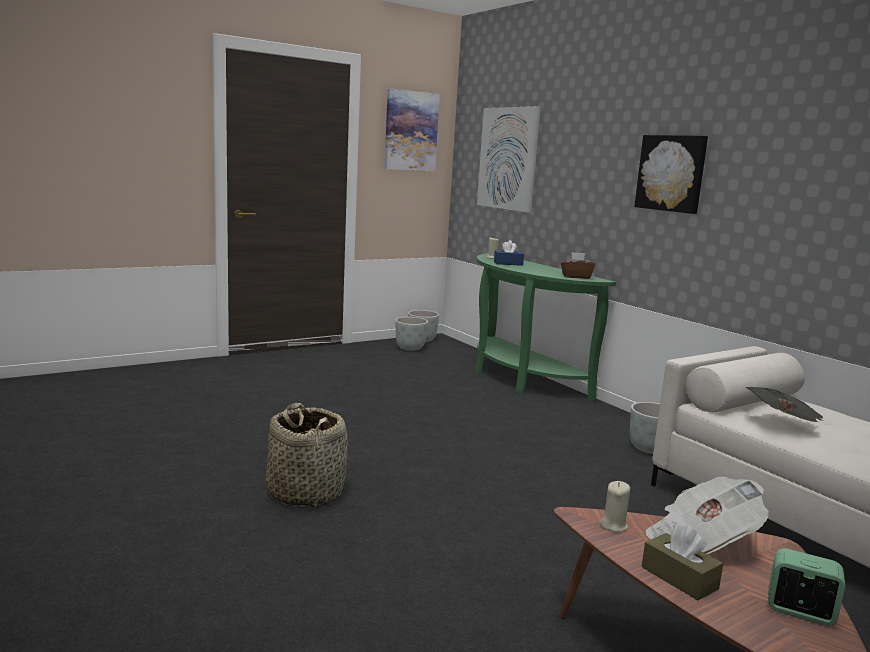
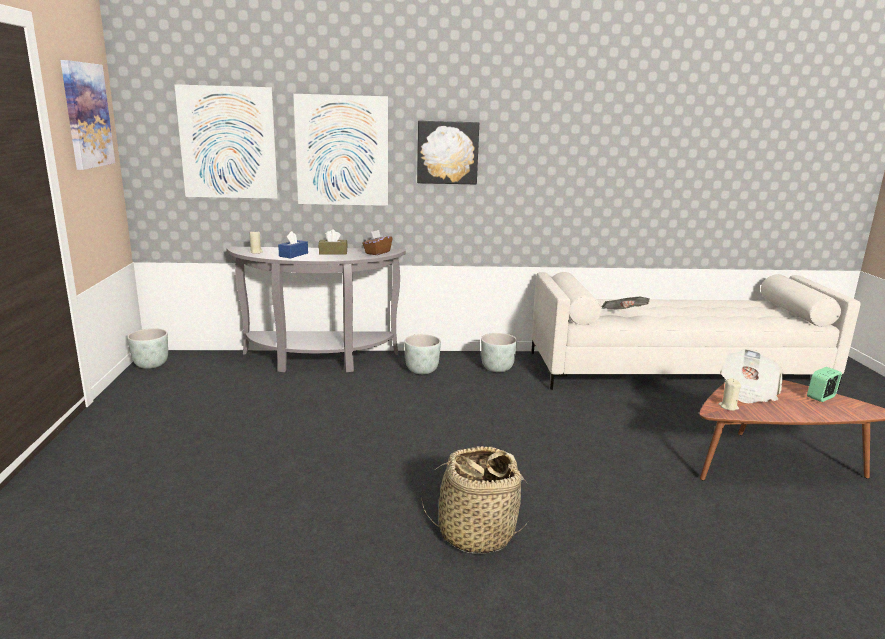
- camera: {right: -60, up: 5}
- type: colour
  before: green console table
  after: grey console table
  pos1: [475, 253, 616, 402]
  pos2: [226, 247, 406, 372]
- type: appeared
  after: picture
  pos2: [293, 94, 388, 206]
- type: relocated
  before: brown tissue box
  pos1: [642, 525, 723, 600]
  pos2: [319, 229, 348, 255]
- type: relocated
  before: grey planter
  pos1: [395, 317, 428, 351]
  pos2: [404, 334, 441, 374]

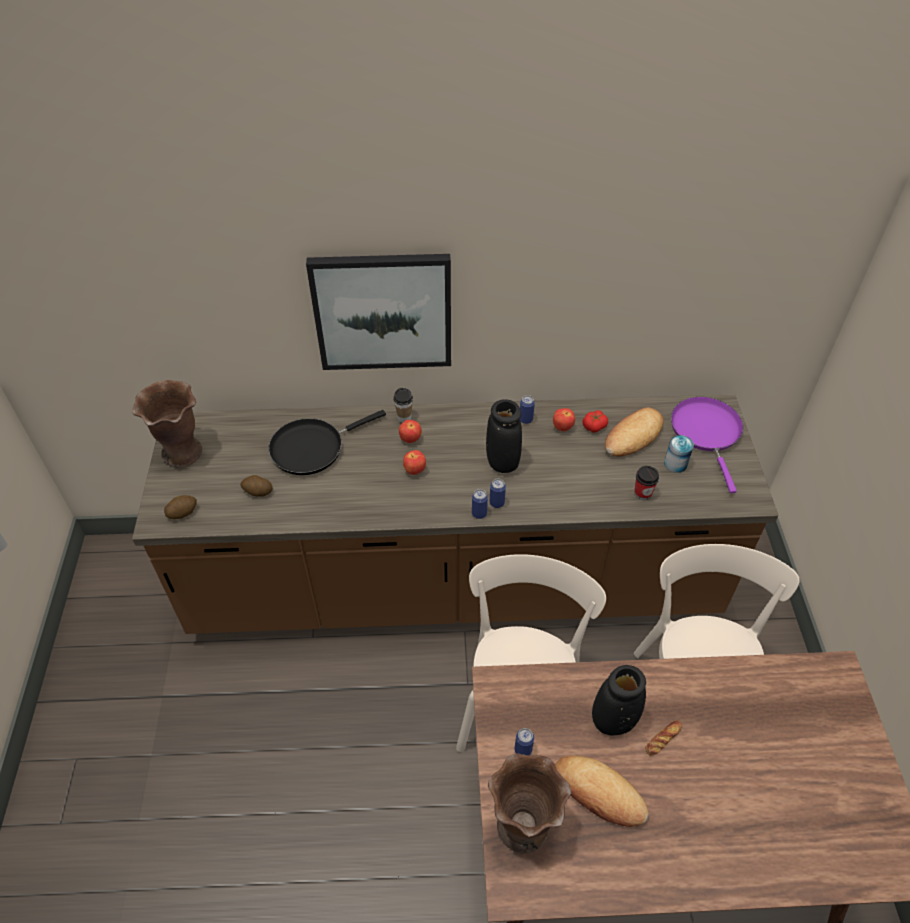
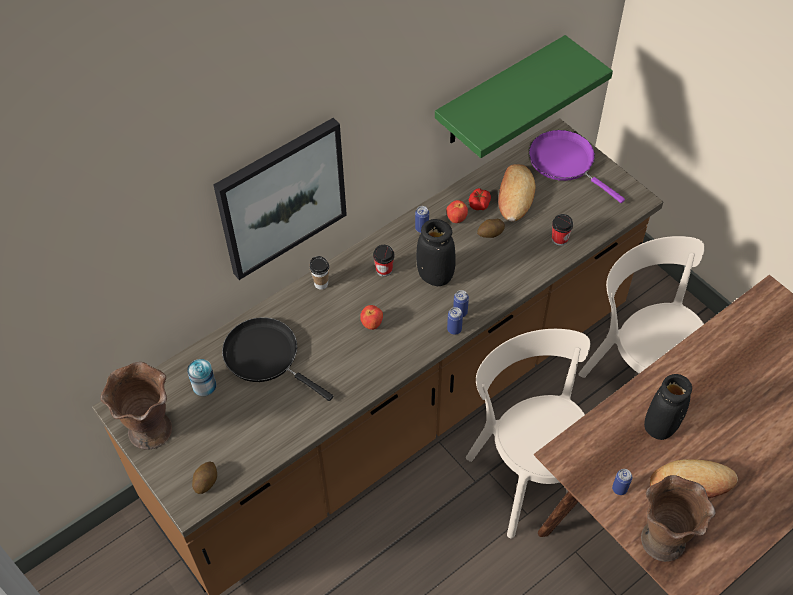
- camera: {right: -35, up: 5}
- type: relocated
  before: can
  pos1: [664, 435, 694, 473]
  pos2: [187, 359, 216, 396]
- type: spun
  before: black frying pan
  pos1: [268, 410, 386, 475]
  pos2: [222, 317, 333, 401]
  turn: 105
- type: appeared
  after: cup
  pos2: [373, 245, 395, 277]
- type: appeared
  after: green shelf
  pos2: [435, 35, 613, 158]
- type: relocated
  before: potato
  pos1: [240, 475, 273, 497]
  pos2: [477, 219, 505, 238]
- type: missing
  before: apple
  pos1: [399, 420, 422, 443]
- type: missing
  before: bread
  pos1: [645, 720, 682, 756]

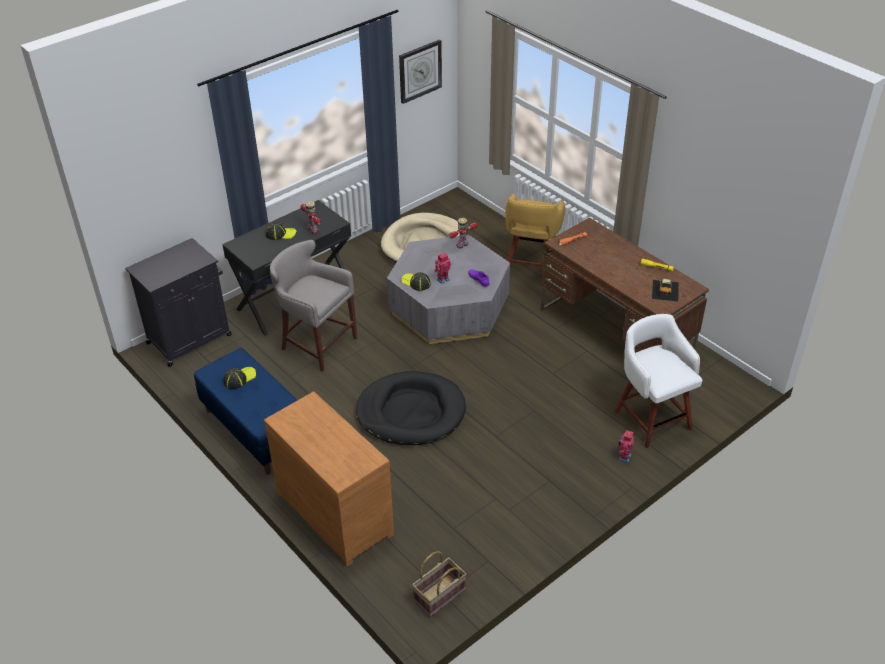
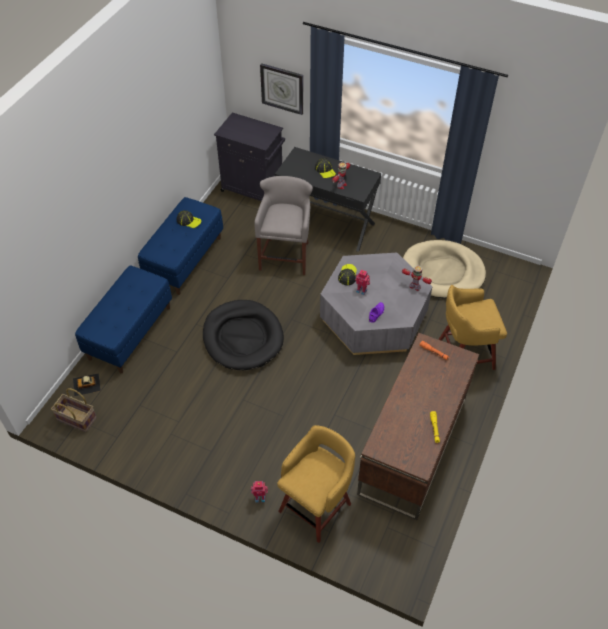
- camera: {right: 65, up: 10}
- type: relocated
  before: toy car
  pos1: [652, 279, 679, 301]
  pos2: [73, 373, 101, 396]
- type: exchanged
  before: brown dresser
  after: blue bench
  pos1: [263, 391, 394, 567]
  pos2: [75, 265, 172, 373]
- type: relocated
  before: wall clock
  pos1: [399, 40, 442, 104]
  pos2: [260, 63, 303, 115]
- type: colour
  before: white stool
  after: yellow stool
  pos1: [614, 314, 703, 448]
  pos2: [277, 425, 355, 543]

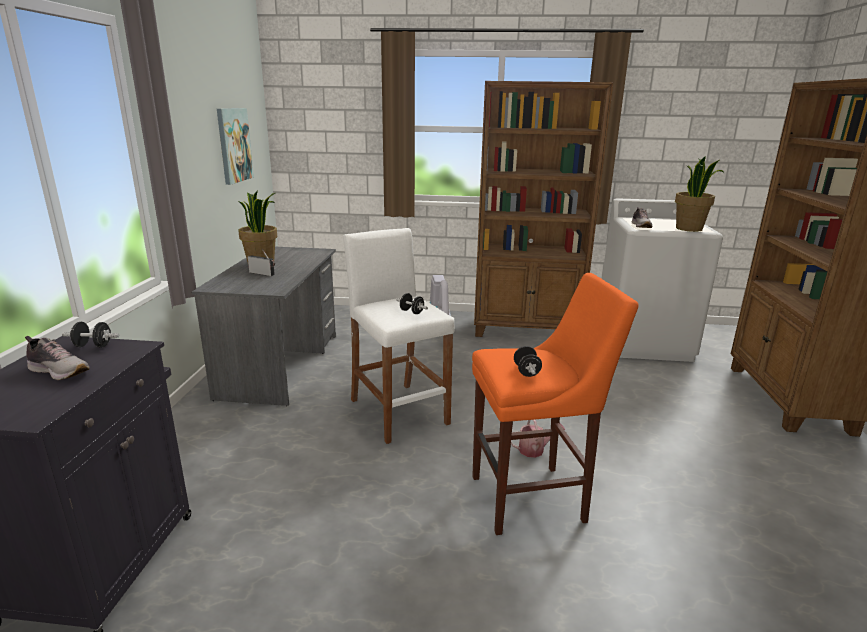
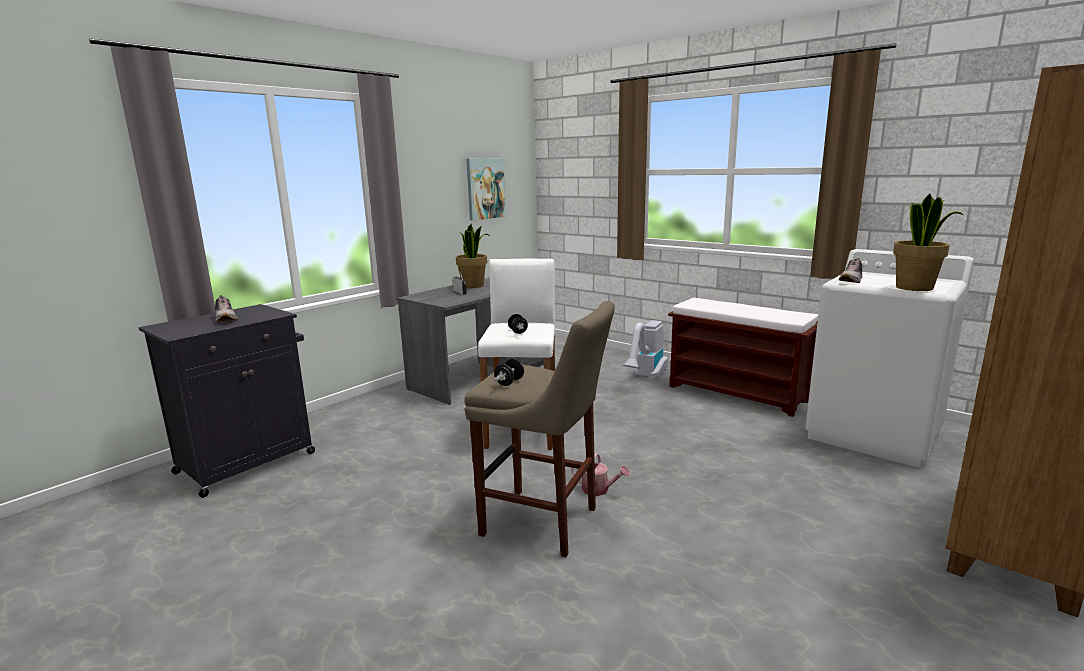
- camera: {right: 35, up: -5}
- type: colour
  before: orange stool
  after: beige stool
  pos1: [472, 273, 638, 535]
  pos2: [464, 301, 615, 557]
- type: exchanged
  before: brown bookcase
  after: brown bench
  pos1: [474, 81, 613, 337]
  pos2: [668, 298, 818, 417]
- type: missing
  before: black dumbbell
  pos1: [62, 322, 119, 348]

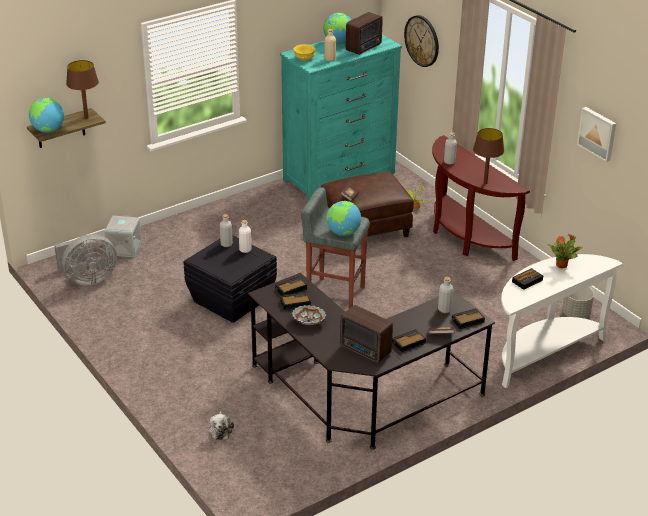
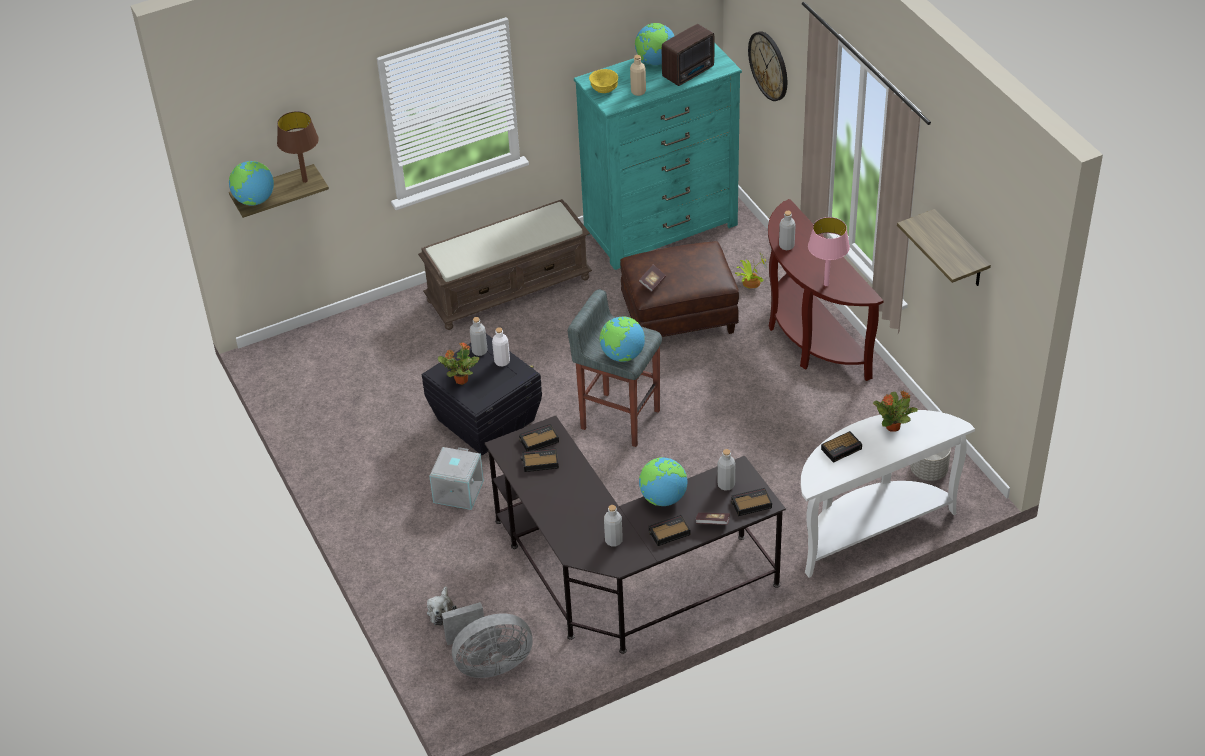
- camera: {right: 10, up: 10}
- type: appeared
  after: brown bench
  pos2: [418, 199, 592, 330]
- type: relocated
  before: grey storage box
  pos1: [104, 215, 142, 257]
  pos2: [429, 447, 484, 510]
- type: appeared
  after: potted plant
  pos2: [438, 342, 479, 385]
- type: relocated
  before: grey fan
  pos1: [54, 234, 117, 285]
  pos2: [442, 602, 533, 678]
- type: exchanged
  before: radio
  after: grey bottle
  pos1: [340, 305, 393, 363]
  pos2: [604, 505, 623, 546]
- type: appeared
  after: globe
  pos2: [639, 457, 687, 506]
- type: colour
  before: brown table lamp
  after: pink table lamp
  pos1: [473, 128, 504, 184]
  pos2: [808, 217, 850, 286]
- type: exchanged
  before: picture
  after: shelf
  pos1: [577, 107, 616, 162]
  pos2: [897, 209, 991, 286]
- type: missing
  before: bowl
  pos1: [291, 305, 327, 325]

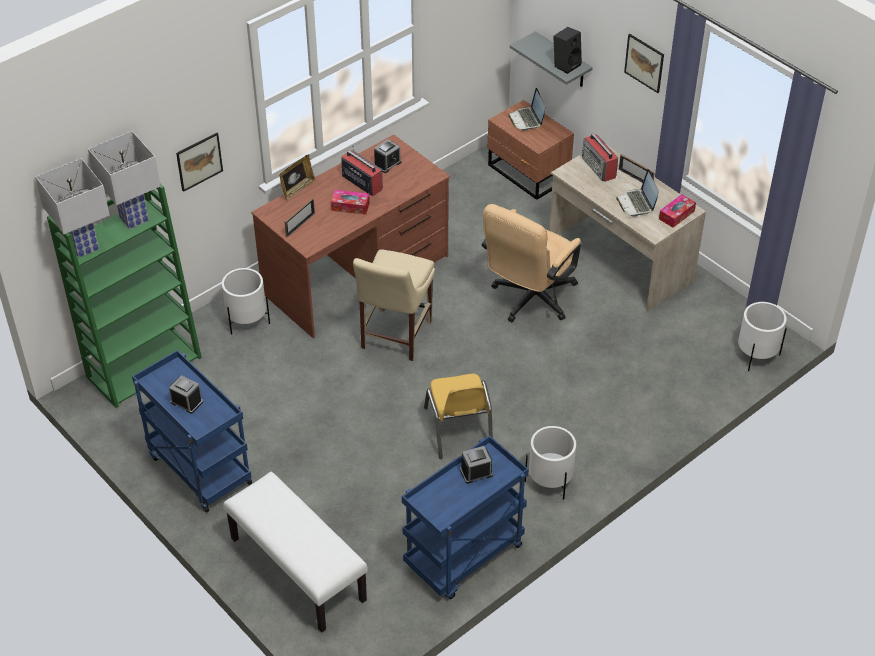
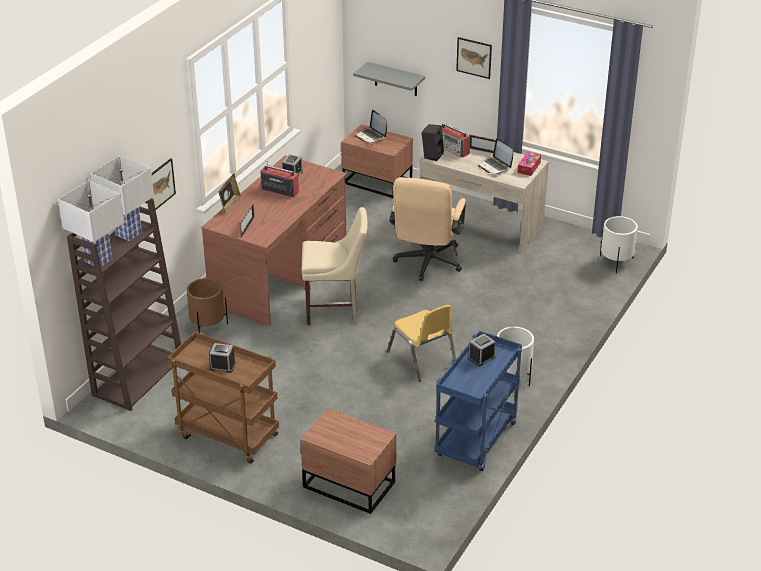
- camera: {right: -20, up: -10}
- type: colour
  before: green bookcase
  after: brown bookcase
  pos1: [47, 184, 202, 408]
  pos2: [67, 198, 181, 411]
- type: colour
  before: blue cart
  after: brown cart
  pos1: [132, 350, 252, 513]
  pos2: [168, 332, 279, 464]
- type: colour
  before: white planter
  after: brown planter
  pos1: [222, 268, 270, 335]
  pos2: [187, 278, 228, 333]
- type: spun
  before: beige chair
  pos1: [353, 249, 435, 361]
  pos2: [301, 207, 368, 325]
  turn: -90
- type: exchanged
  before: white bench
  after: brown nightstand
  pos1: [223, 472, 368, 632]
  pos2: [301, 408, 397, 514]
- type: relocated
  before: black speaker
  pos1: [553, 27, 582, 74]
  pos2: [421, 124, 444, 161]
- type: missing
  before: tissue box
  pos1: [331, 190, 370, 215]

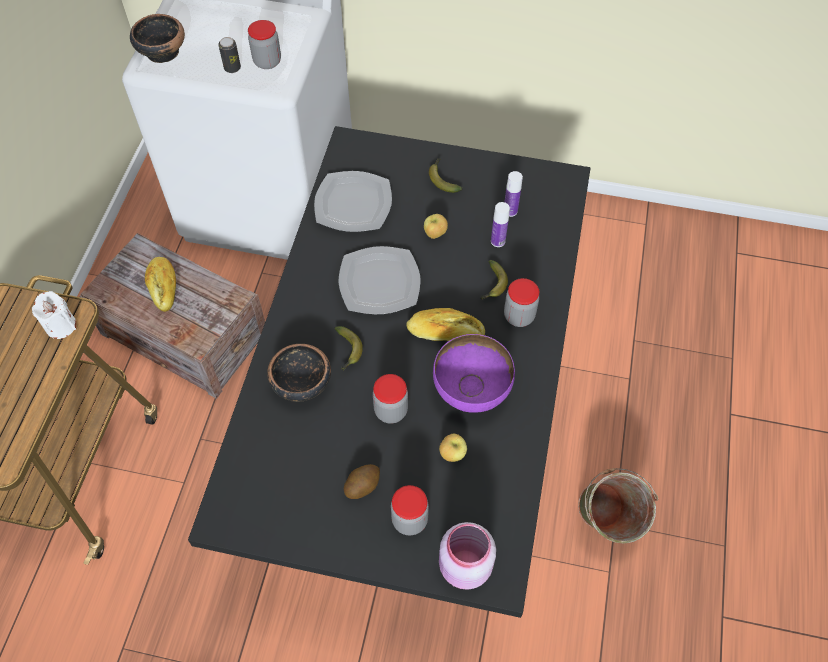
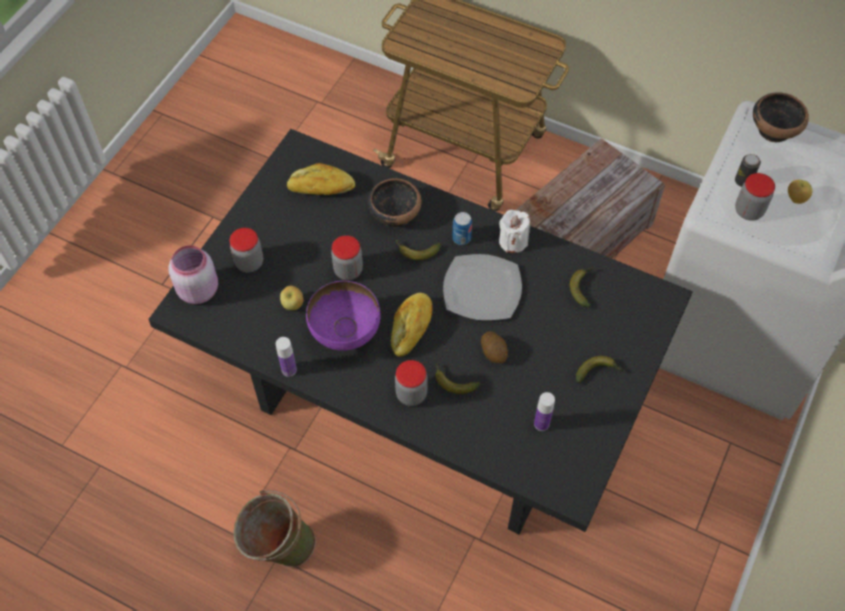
- camera: {right: 105, up: 0}
- type: relocated
  before: bottle
  pos1: [491, 202, 510, 247]
  pos2: [276, 337, 297, 377]
- type: relocated
  before: bread
  pos1: [145, 257, 176, 312]
  pos2: [287, 163, 355, 195]
- type: appeared
  after: can
  pos2: [452, 212, 472, 245]
- type: relocated
  before: potato
  pos1: [344, 464, 380, 499]
  pos2: [481, 331, 508, 363]
- type: relocated
  before: white candle
  pos1: [32, 291, 76, 339]
  pos2: [499, 210, 530, 253]
- type: exchanged
  before: plate
  after: banana
  pos1: [314, 171, 392, 232]
  pos2: [570, 267, 594, 308]
- type: relocated
  before: apple
  pos1: [424, 214, 448, 239]
  pos2: [788, 180, 813, 204]

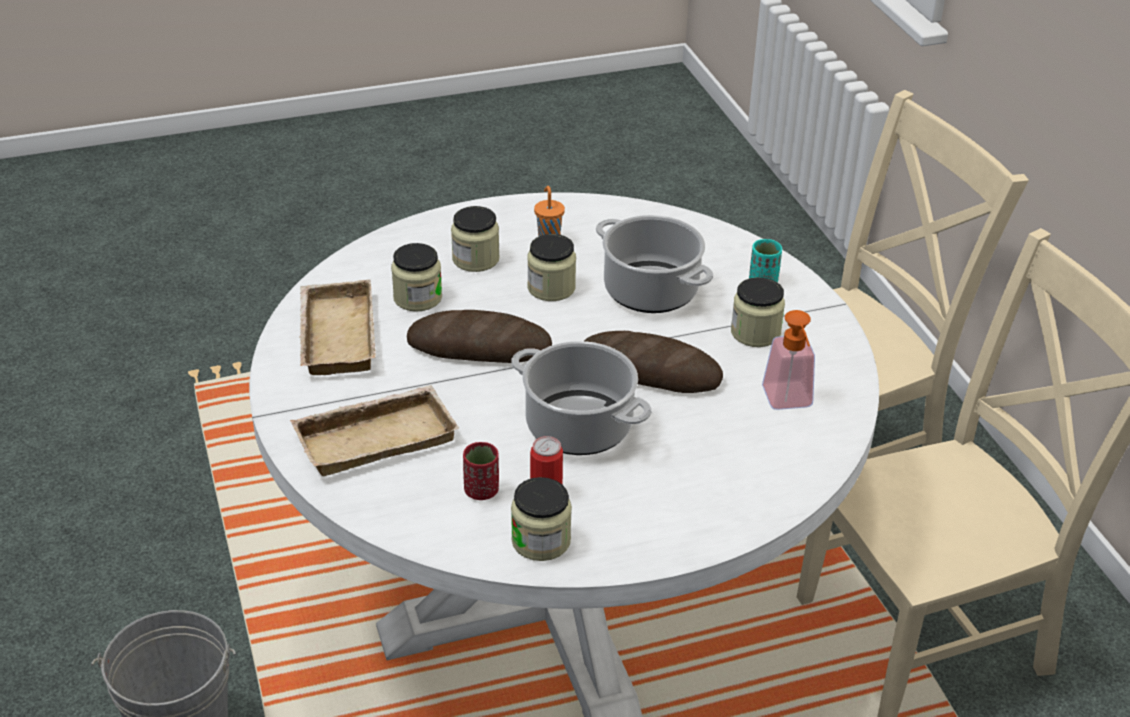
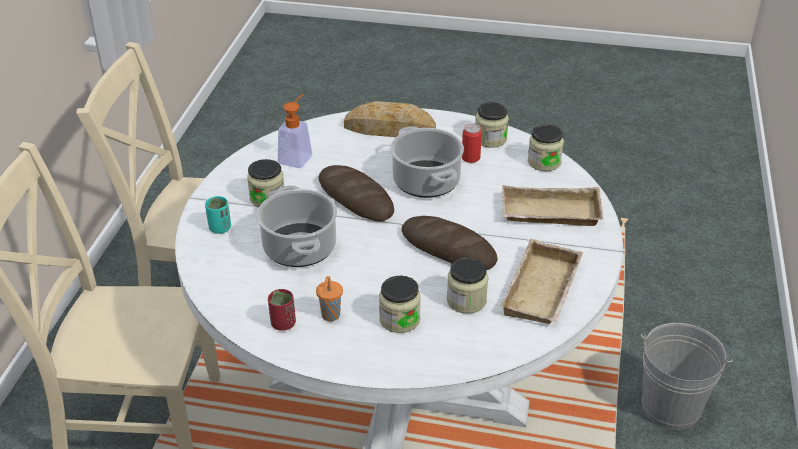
- camera: {right: -150, up: 0}
- type: relocated
  before: red cup
  pos1: [463, 442, 499, 500]
  pos2: [268, 289, 296, 331]
- type: appeared
  after: bread
  pos2: [344, 101, 436, 137]
- type: relocated
  before: jar
  pos1: [527, 234, 576, 301]
  pos2: [528, 124, 564, 171]

